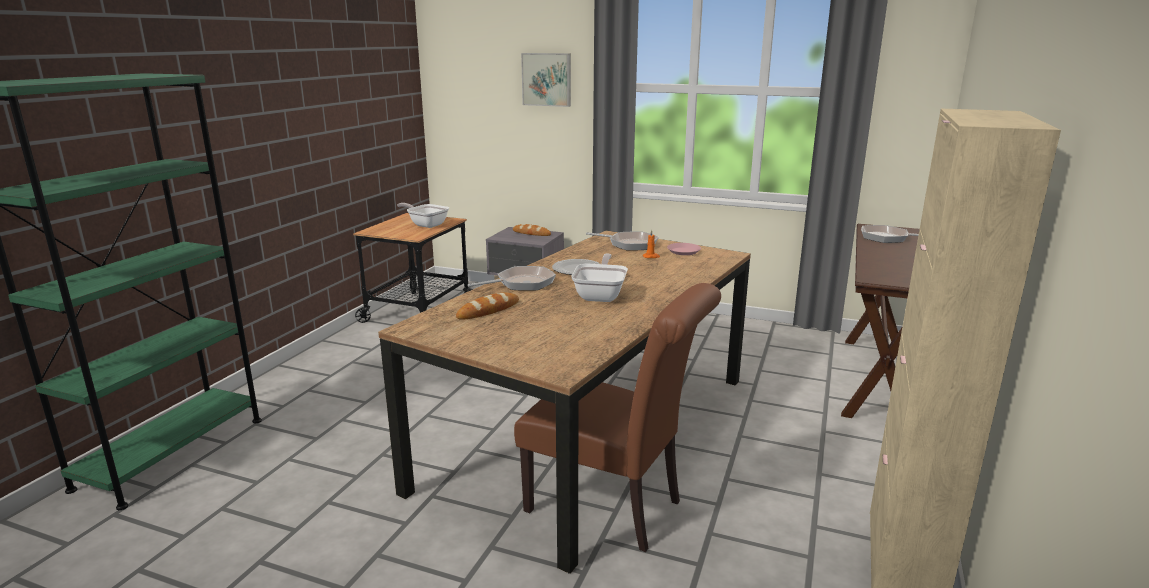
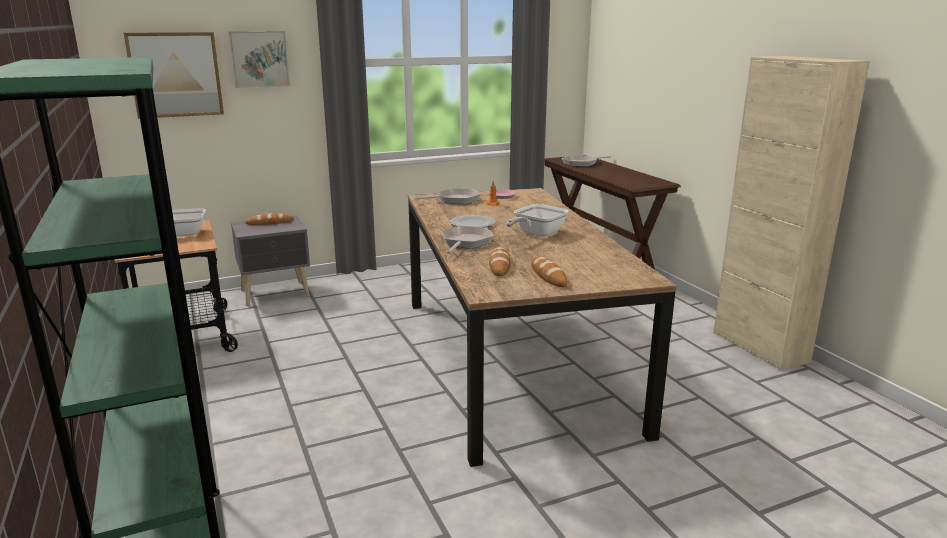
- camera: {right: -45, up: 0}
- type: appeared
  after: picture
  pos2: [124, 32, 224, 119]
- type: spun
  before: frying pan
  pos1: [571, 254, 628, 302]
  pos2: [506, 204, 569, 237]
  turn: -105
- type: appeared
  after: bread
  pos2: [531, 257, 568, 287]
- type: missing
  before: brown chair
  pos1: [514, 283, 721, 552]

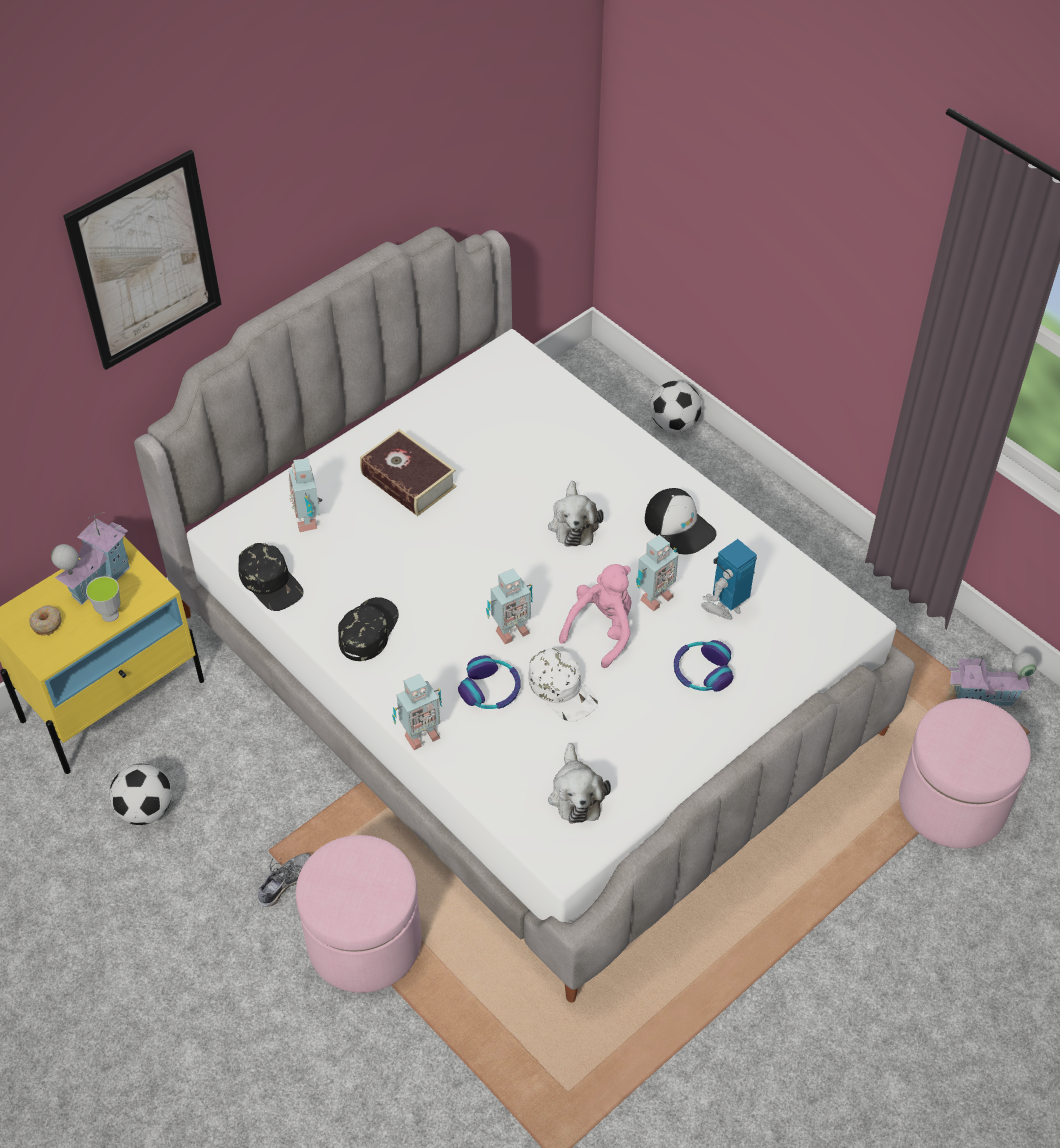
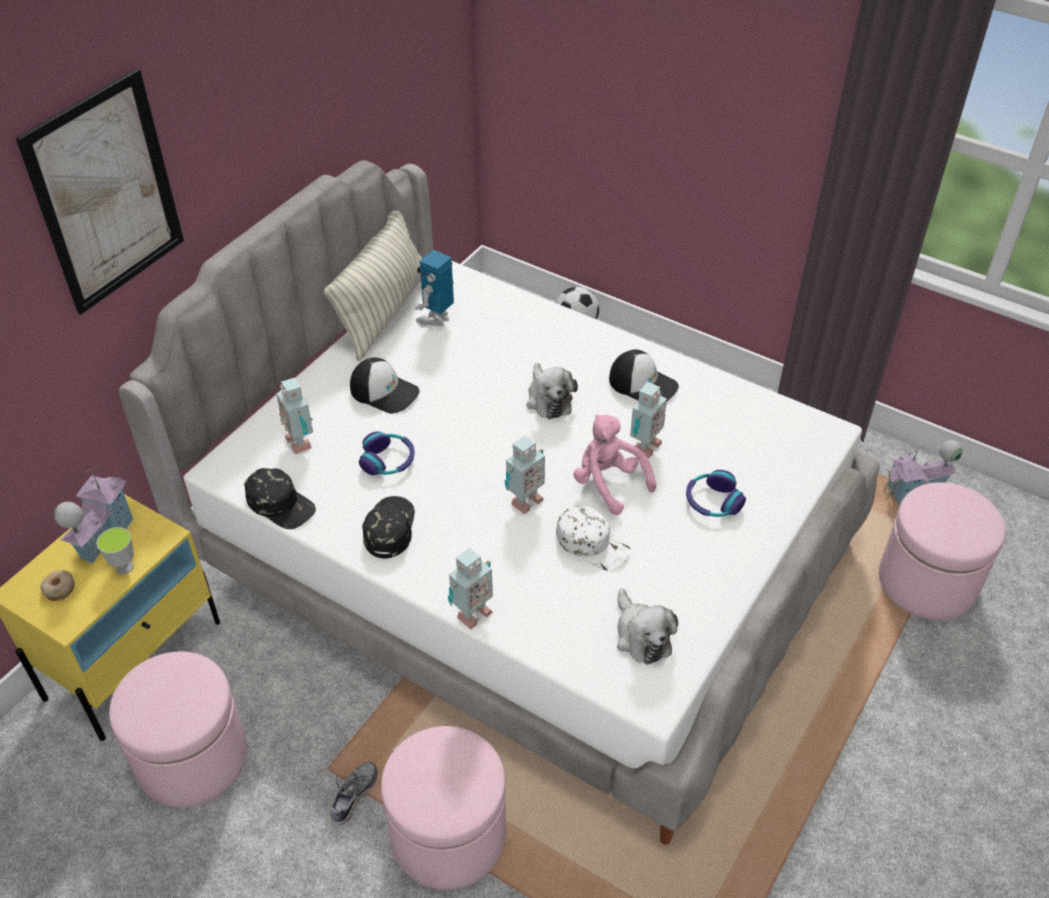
- camera: {right: -15, up: -5}
- type: exchanged
  before: football
  after: pink ottoman
  pos1: [109, 764, 172, 825]
  pos2: [109, 651, 247, 807]
- type: appeared
  after: pillow
  pos2: [324, 211, 422, 361]
- type: exchanged
  before: book
  after: cap
  pos1: [360, 429, 456, 516]
  pos2: [350, 357, 420, 414]
- type: relocated
  before: headphones
  pos1: [458, 656, 521, 709]
  pos2: [359, 431, 415, 475]
- type: relocated
  before: toy robot
  pos1: [701, 539, 757, 620]
  pos2: [415, 250, 454, 326]
- type: spun
  before: pink plush toy
  pos1: [559, 564, 632, 668]
  pos2: [574, 414, 656, 515]
  turn: -60

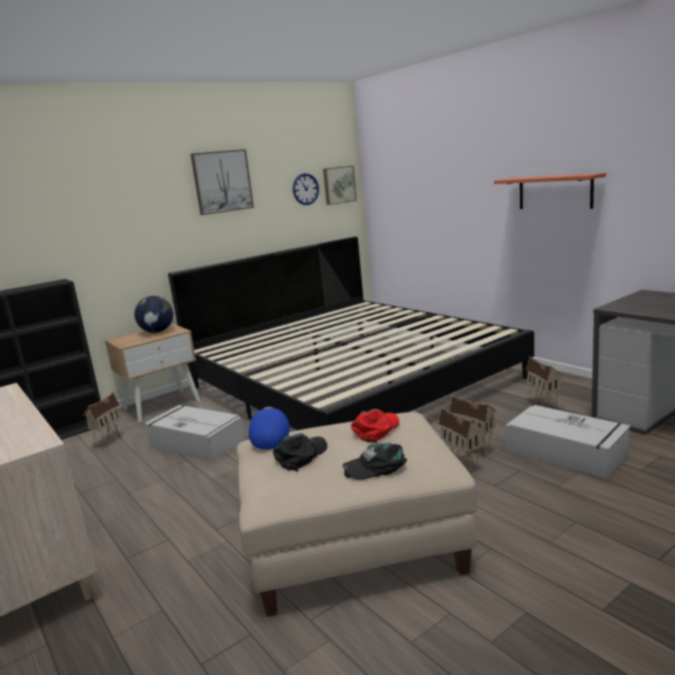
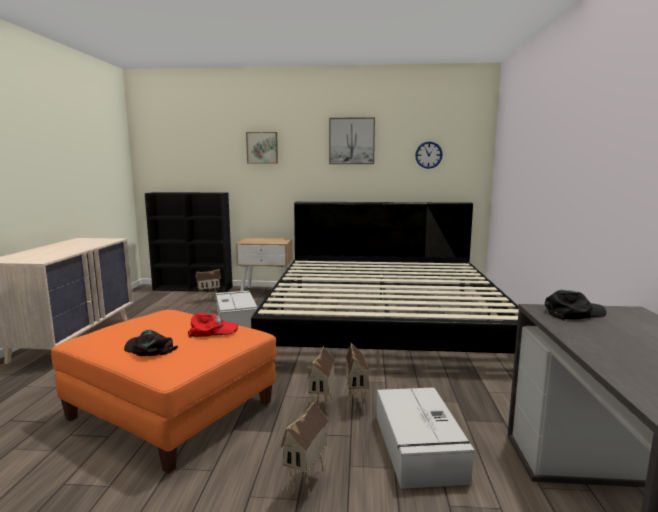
- camera: {right: 40, up: -5}
- type: colour
  before: beige ottoman
  after: orange ottoman
  pos1: [237, 412, 477, 617]
  pos2: [51, 310, 276, 474]
- type: relocated
  before: picture
  pos1: [323, 166, 357, 205]
  pos2: [246, 132, 278, 164]
- type: relocated
  before: toy house
  pos1: [526, 356, 564, 409]
  pos2: [281, 400, 329, 497]
- type: relocated
  before: black cap
  pos1: [273, 433, 327, 471]
  pos2: [545, 290, 606, 321]
- type: missing
  before: globe
  pos1: [134, 296, 173, 333]
- type: missing
  before: blue cap
  pos1: [249, 407, 290, 450]
- type: missing
  before: shelf
  pos1: [494, 173, 606, 209]

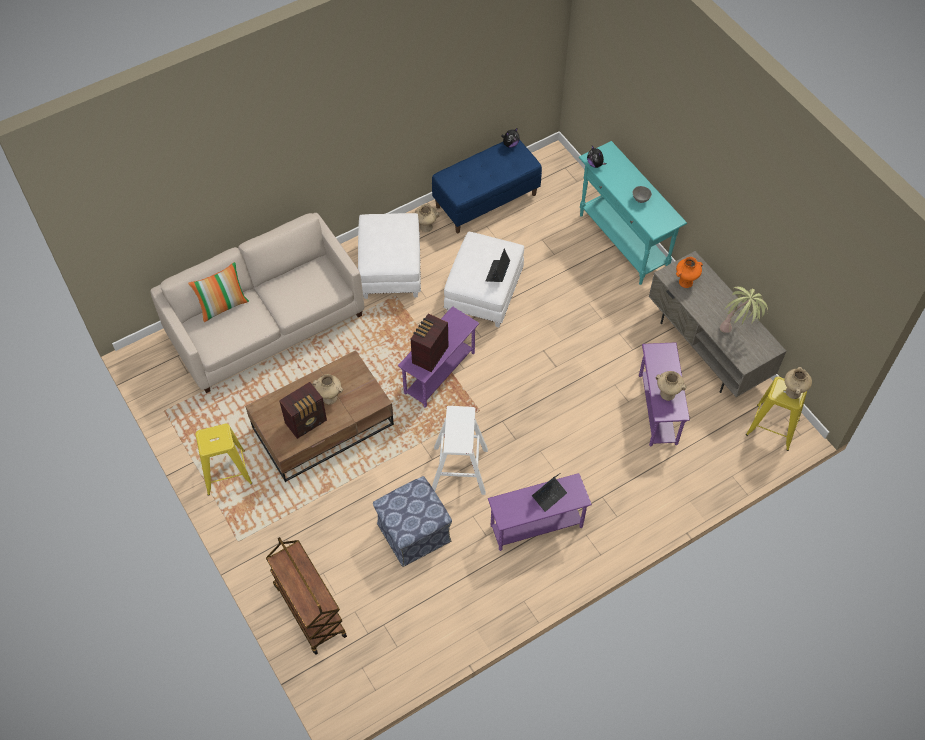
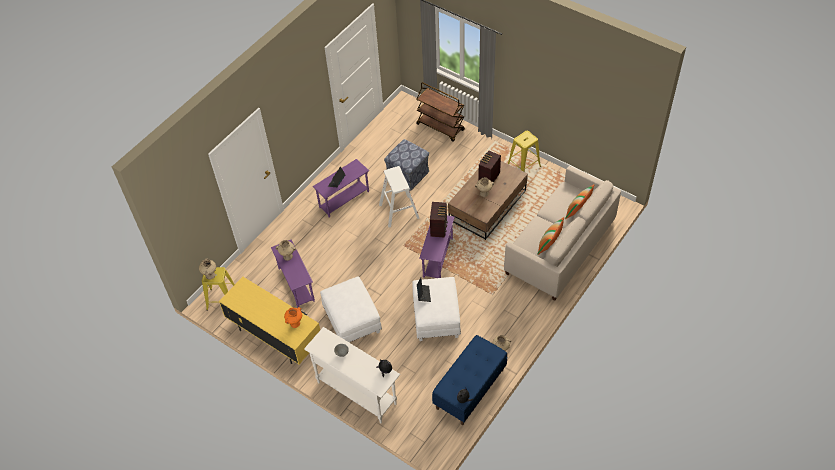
- camera: {right: 160, up: -5}
- type: colour
  before: grey tv stand
  after: yellow tv stand
  pos1: [649, 251, 787, 397]
  pos2: [219, 277, 320, 364]
- type: colour
  before: turquoise console table
  after: white console table
  pos1: [579, 141, 687, 285]
  pos2: [304, 327, 400, 423]
- type: relocated
  before: white ottoman
  pos1: [358, 213, 421, 299]
  pos2: [320, 276, 382, 342]
- type: appeared
  after: pillow
  pos2: [537, 217, 564, 255]
- type: missing
  before: potted plant
  pos1: [720, 286, 768, 333]

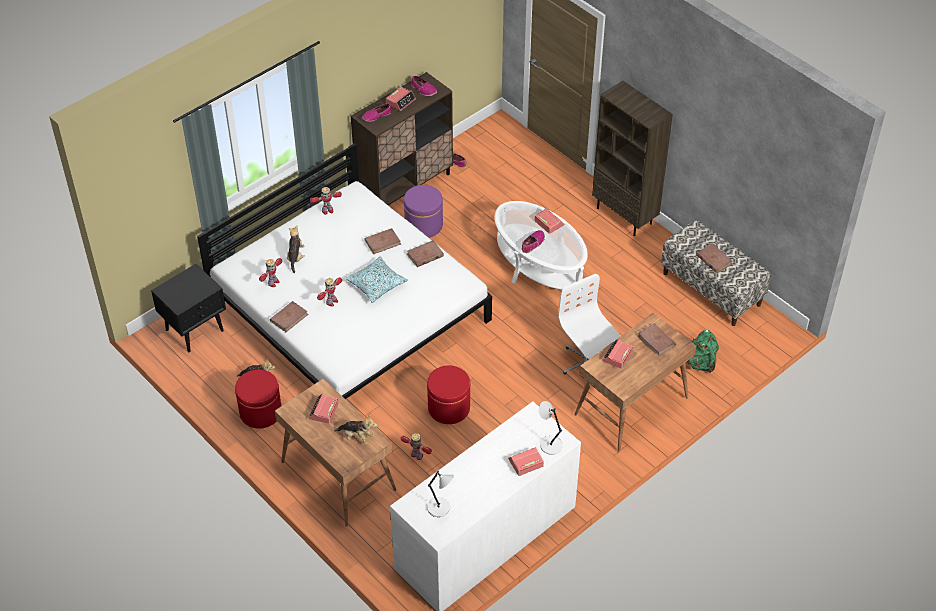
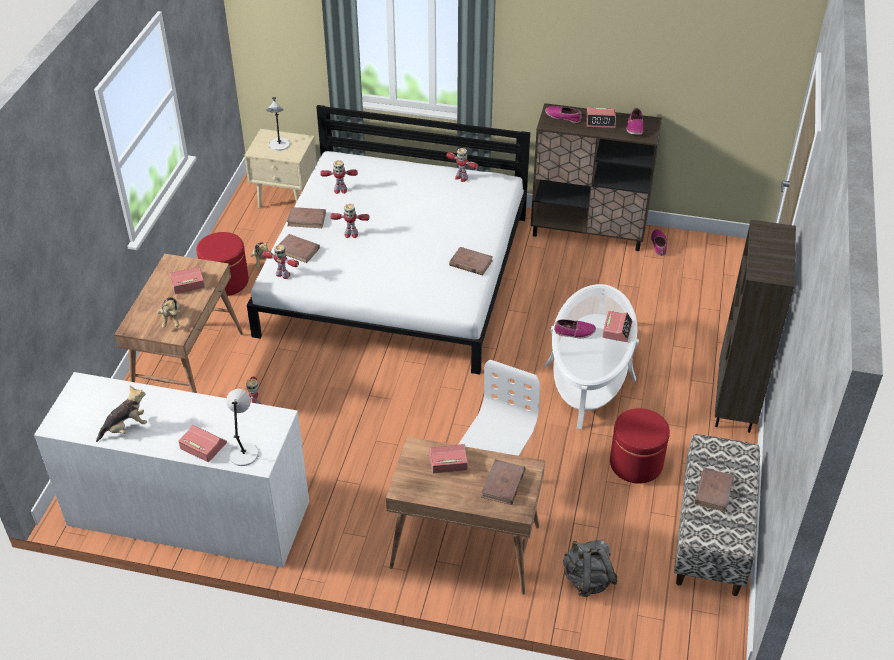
- camera: {right: 55, up: -5}
- type: relocated
  before: plush toy
  pos1: [287, 225, 305, 273]
  pos2: [96, 385, 147, 442]
- type: colour
  before: black nightstand
  after: beige nightstand
  pos1: [151, 264, 226, 353]
  pos2: [244, 129, 317, 208]
- type: appeared
  after: toy robot
  pos2: [263, 245, 299, 279]
- type: relocated
  before: grey table lamp
  pos1: [427, 471, 454, 517]
  pos2: [266, 97, 290, 151]
- type: relocated
  before: brown book
  pos1: [364, 228, 401, 254]
  pos2: [279, 234, 320, 263]
- type: colour
  before: green backpack
  after: grey backpack
  pos1: [687, 330, 719, 373]
  pos2: [563, 539, 618, 597]
- type: relocated
  before: red ottoman
  pos1: [427, 365, 470, 424]
  pos2: [610, 408, 670, 484]
- type: missing
  before: pillow
  pos1: [346, 256, 408, 303]
- type: missing
  before: purple ottoman
  pos1: [404, 185, 443, 238]

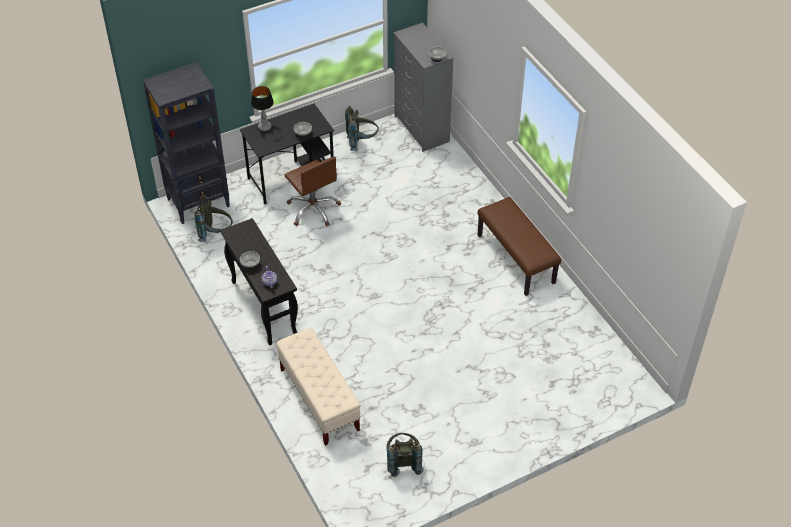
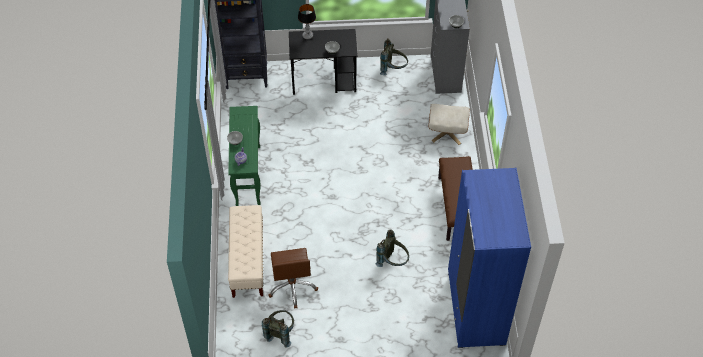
- camera: {right: 25, up: 5}
- type: colour
  before: black console table
  after: green console table
  pos1: [220, 218, 298, 345]
  pos2: [228, 106, 261, 206]
- type: relocated
  before: brown office chair
  pos1: [285, 156, 341, 227]
  pos2: [268, 248, 318, 309]
- type: relocated
  before: grey backpack
  pos1: [194, 194, 233, 242]
  pos2: [376, 229, 409, 267]
- type: appeared
  after: beige ottoman
  pos2: [428, 104, 470, 145]
- type: appeared
  after: blue wardrobe
  pos2: [448, 168, 531, 348]

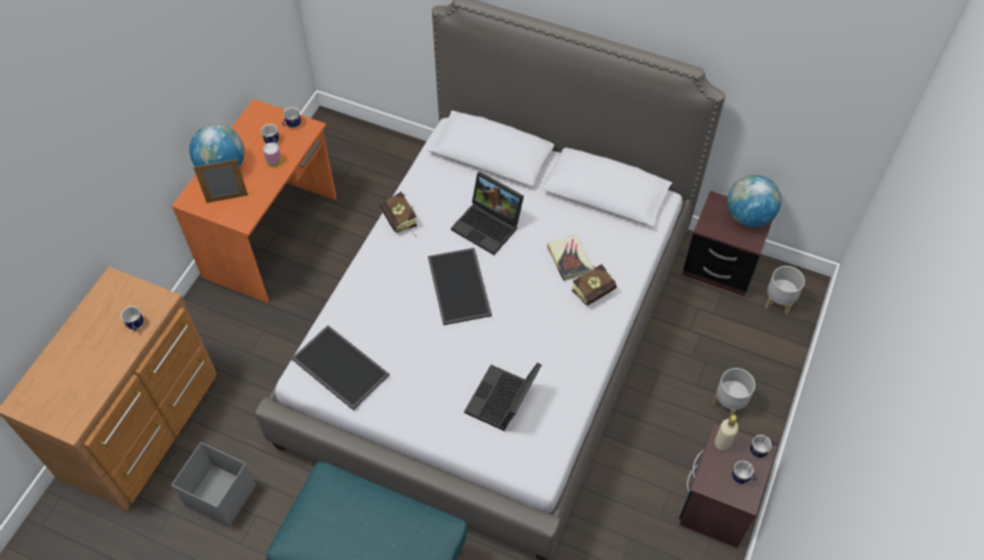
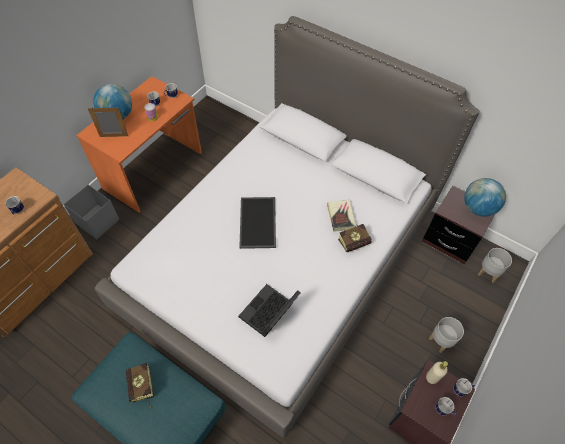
- camera: {right: 10, up: 0}
- type: relocated
  before: grey storage box
  pos1: [171, 442, 256, 528]
  pos2: [64, 185, 119, 240]
- type: relocated
  before: book
  pos1: [380, 192, 417, 237]
  pos2: [126, 363, 154, 408]
- type: missing
  before: tray
  pos1: [291, 325, 389, 410]
- type: missing
  before: laptop
  pos1: [451, 172, 524, 255]

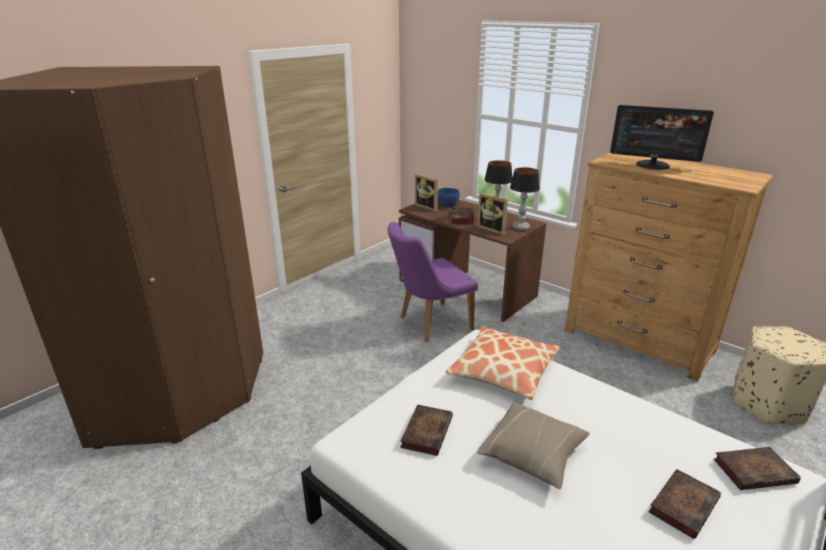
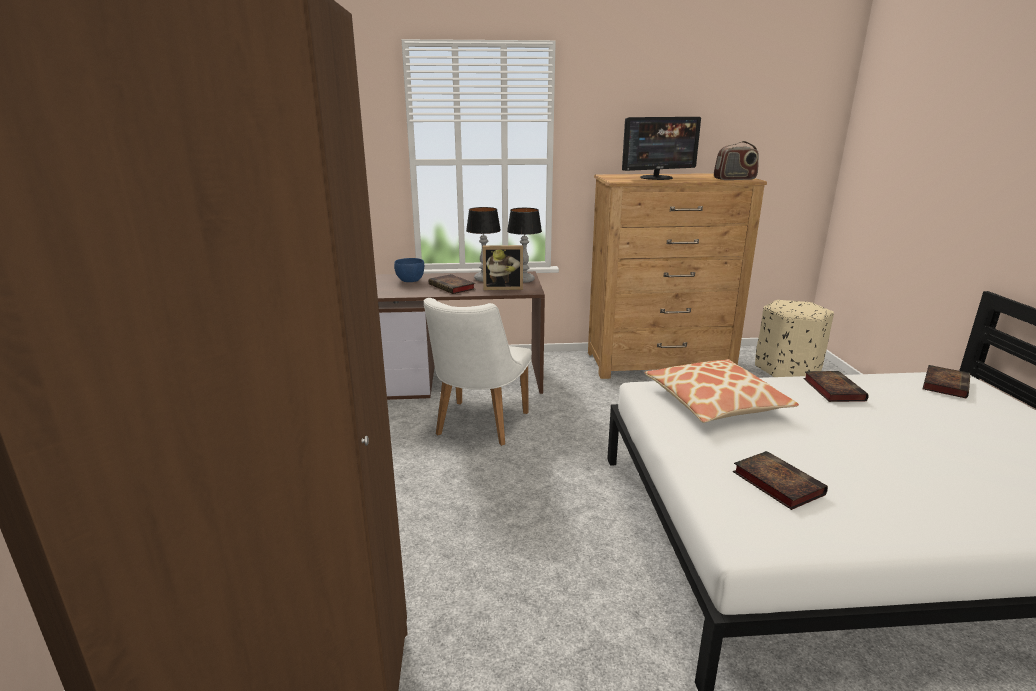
- camera: {right: -45, up: -5}
- type: colour
  before: purple chair
  after: white chair
  pos1: [387, 222, 478, 342]
  pos2: [424, 298, 532, 446]
- type: appeared
  after: radio
  pos2: [714, 141, 759, 180]
- type: relocated
  before: book
  pos1: [649, 469, 721, 539]
  pos2: [803, 371, 869, 402]
- type: missing
  before: picture frame
  pos1: [415, 174, 438, 212]
- type: missing
  before: beige pillow
  pos1: [477, 402, 590, 489]

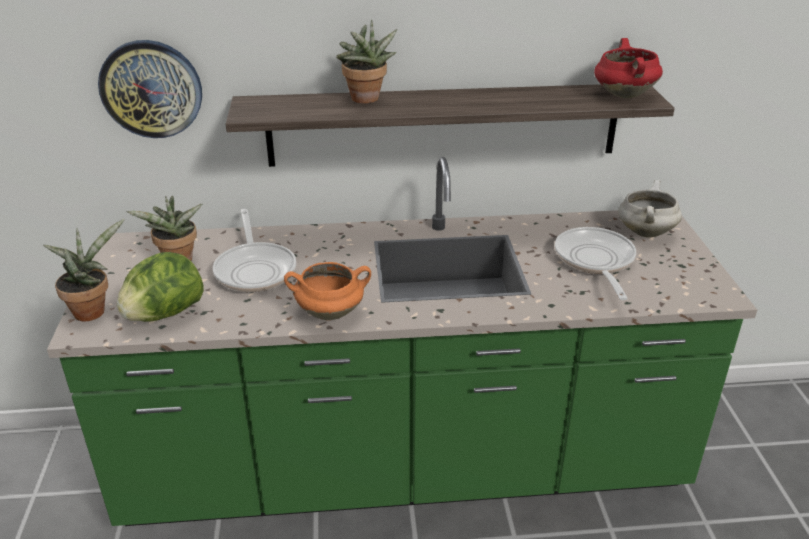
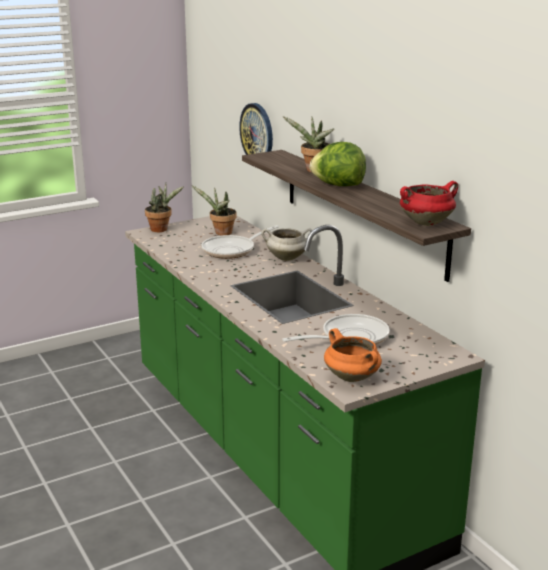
- camera: {right: 65, up: -10}
- type: relocated
  before: white cooking pot
  pos1: [618, 180, 682, 238]
  pos2: [261, 228, 312, 261]
- type: relocated
  before: lettuce
  pos1: [117, 252, 204, 322]
  pos2: [310, 142, 366, 186]
- type: relocated
  before: orange cooking pot
  pos1: [284, 262, 371, 320]
  pos2: [324, 328, 382, 382]

